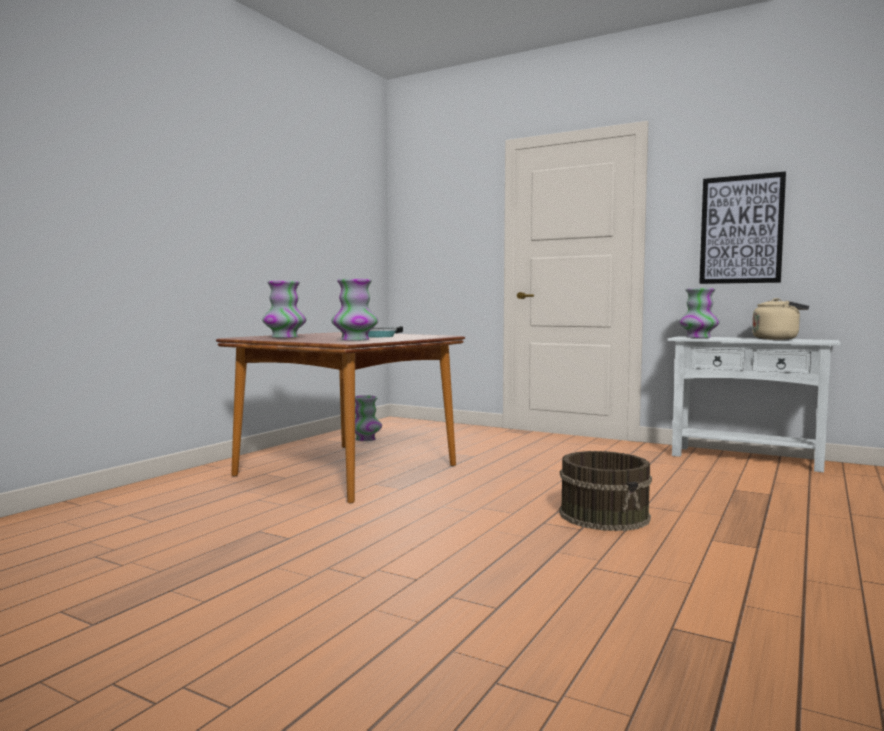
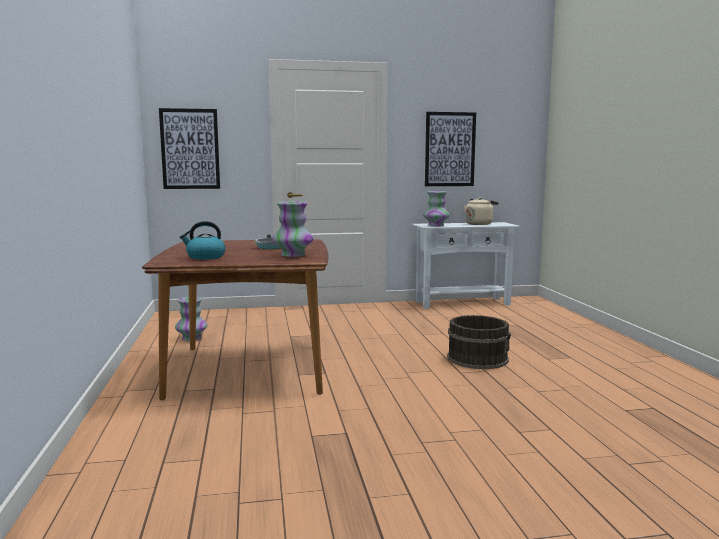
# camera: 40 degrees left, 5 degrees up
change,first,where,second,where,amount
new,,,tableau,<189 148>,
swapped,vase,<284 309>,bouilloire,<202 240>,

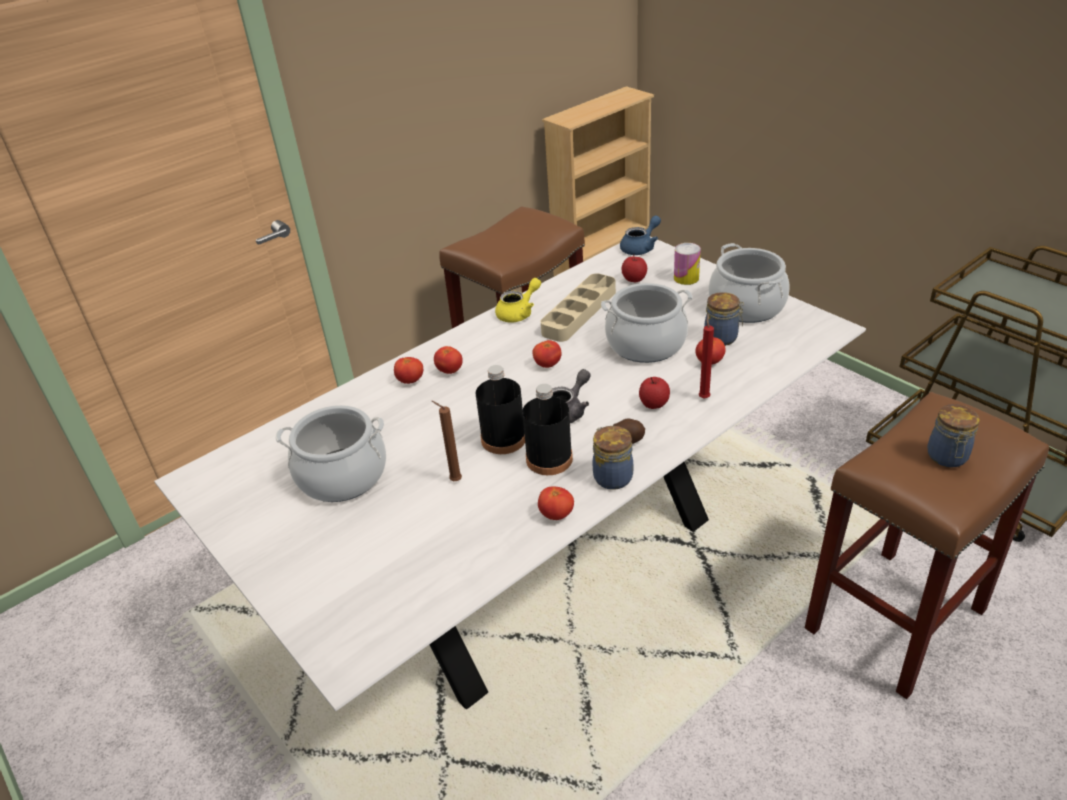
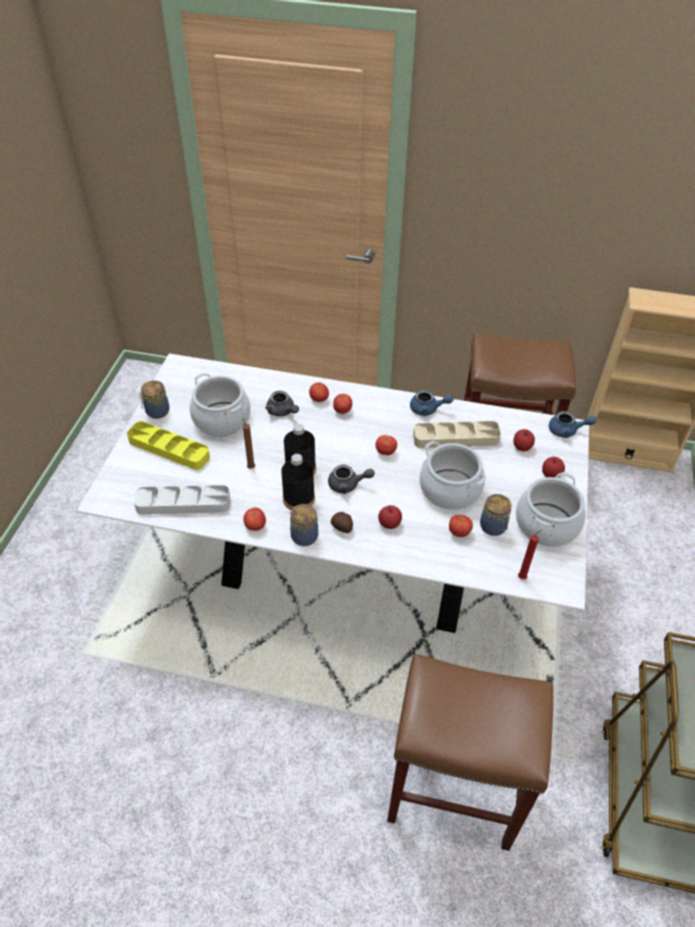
# camera: 50 degrees right, 10 degrees up
change,first,where,second,where,amount
new,,,plateau (jaune),<168 445>,
new,,,plateau (gris),<182 499>,
new,,,théière (gris),<282 404>,
shifted,bougie (rouge),<706 356>,,<530 554>,
shifted,bocal,<953 436>,,<154 400>,
swapped,boîte métallique,<687 264>,pomme,<553 467>,
repainted,théière (jaune),<518 300>,théière (bleu),<432 403>,

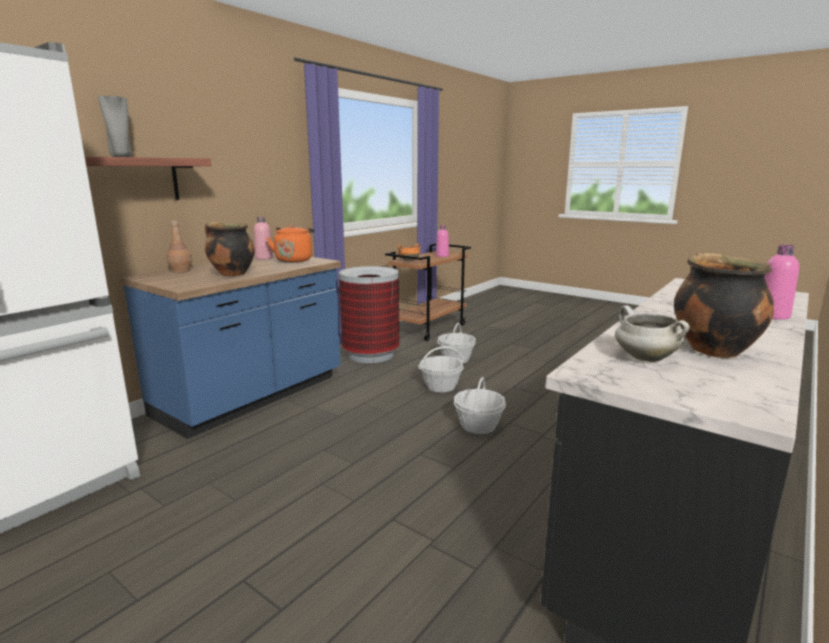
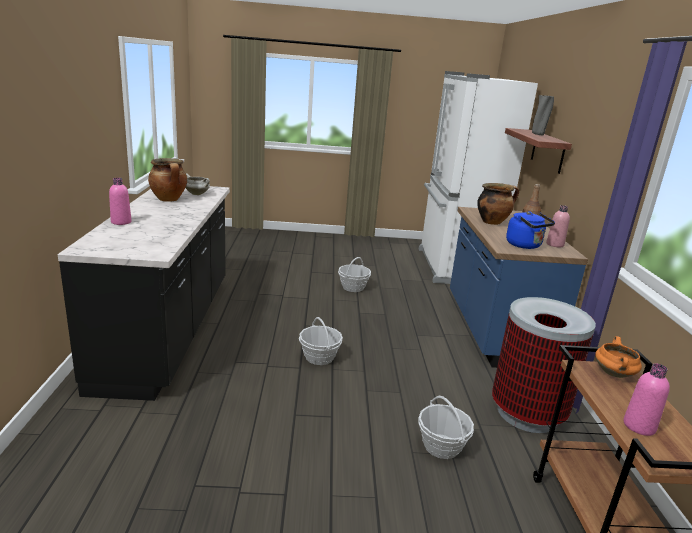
# camera: 140 degrees right, 5 degrees up
change,first,where,second,where,amount
shifted,panier,<441 369>,,<354 274>,
repainted,bouilloire (orange),<291 244>,bouilloire (bleu),<530 230>,

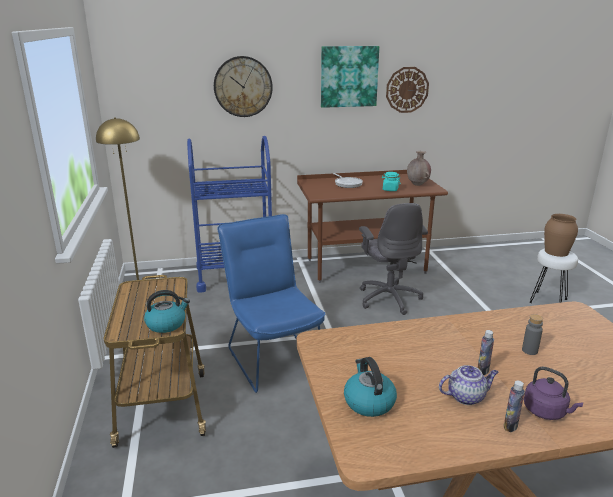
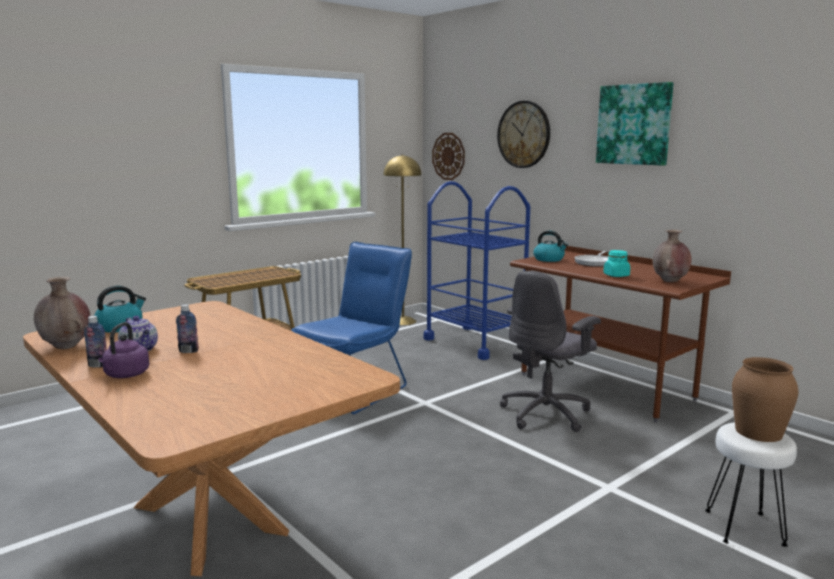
# camera: 60 degrees right, 10 degrees down
change,first,where,second,where,amount
gone,bouteille (gris),<532 334>,,,
new,,,vase (marron),<62 313>,
shifted,bouilloire,<167 311>,,<551 246>,
shifted,horloge murale,<407 90>,,<448 156>,

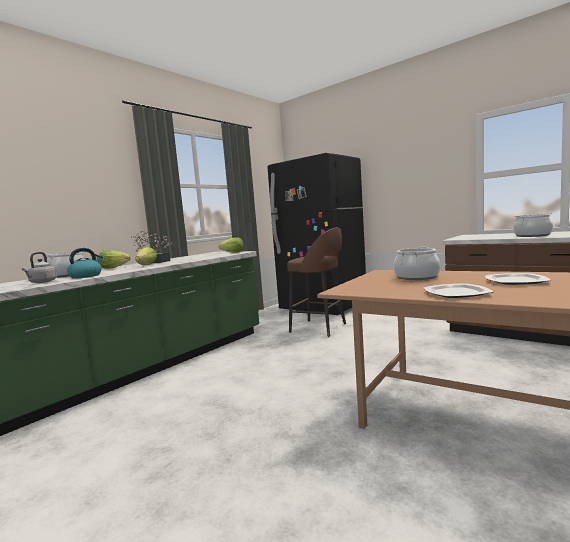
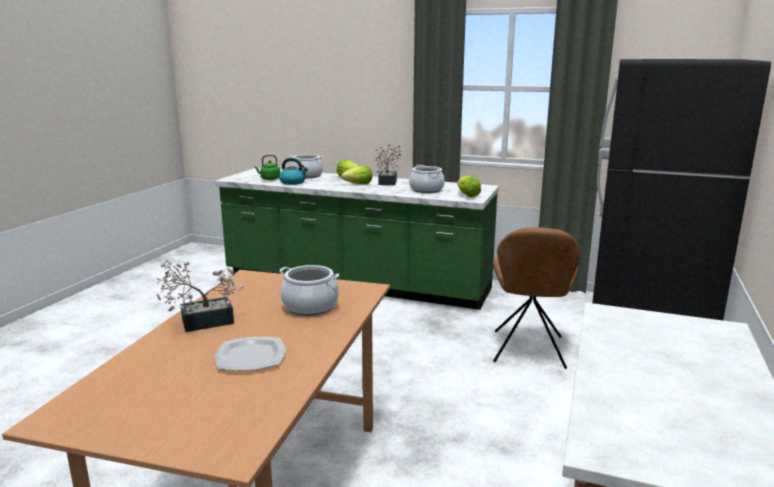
# camera: 70 degrees right, 10 degrees up
change,first,where,second,where,amount
shifted,marmite,<533 225>,,<426 179>,
swapped,tabouret (marron),<316 282>,chaise (marron),<537 298>,
swapped,assiette,<458 290>,plante en pot,<199 296>,
repainted,bouilloire (gris),<39 267>,bouilloire (vert),<267 167>,

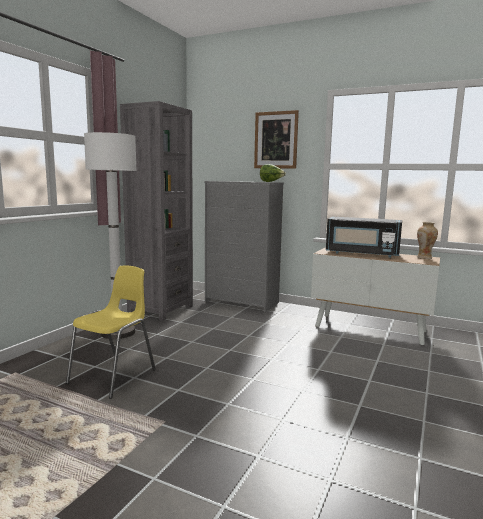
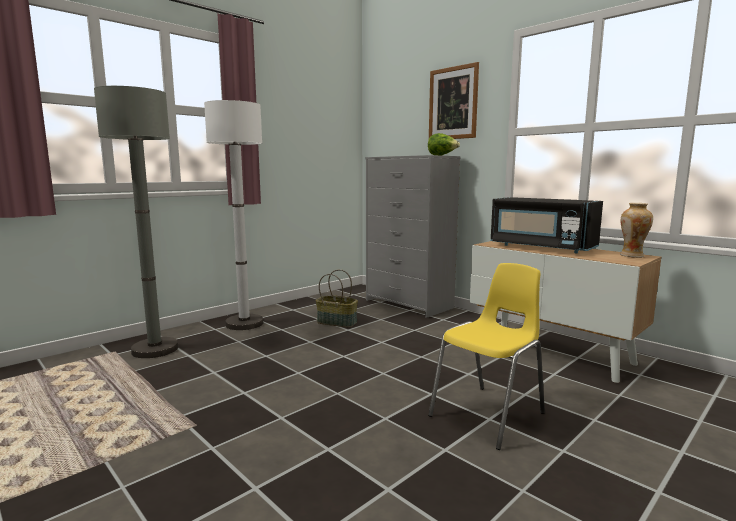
# camera: 20 degrees right, 0 degrees up
change,first,where,second,where,amount
gone,bibliothèque (gris),<156 211>,,,
new,,,lampadaire (gris),<136 222>,
new,,,panier,<337 298>,
shifted,chaise (jaune),<111 332>,,<486 356>,

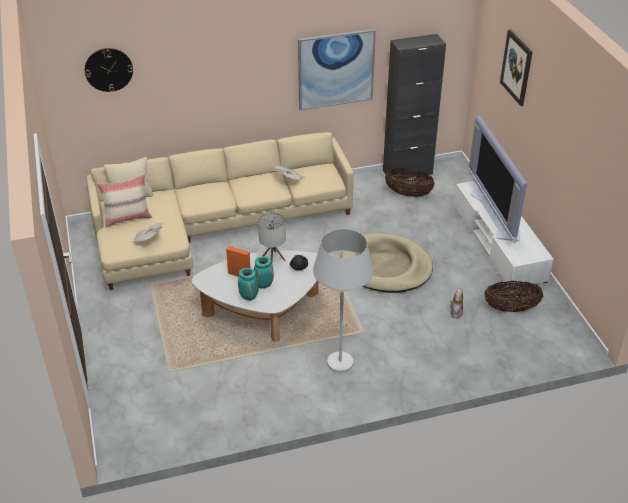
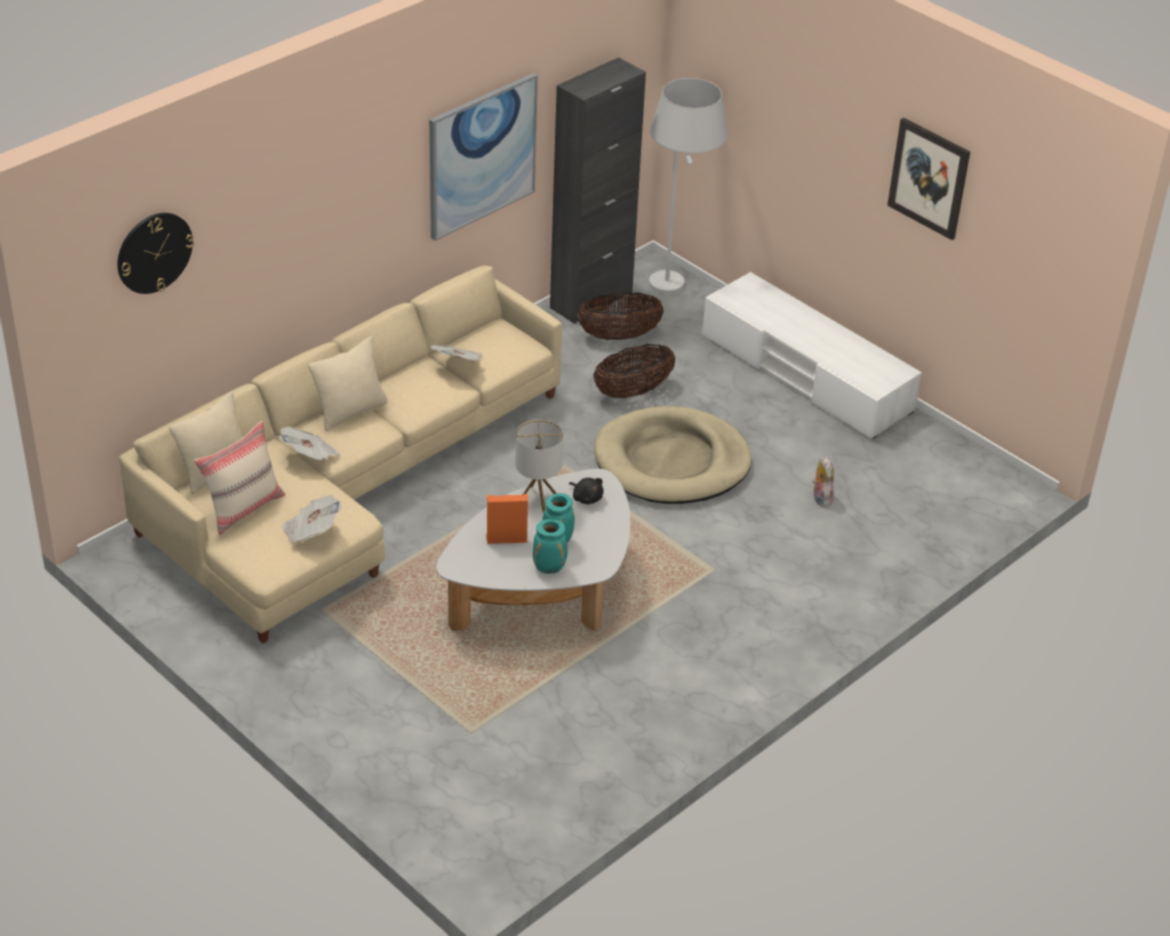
# camera: 30 degrees left, 0 degrees up
change,first,where,second,where,amount
gone,téléviseur,<497 179>,,,
new,,,journal,<309 443>,
new,,,coussin (beige),<348 383>,
shifted,lampadaire (blanc),<343 301>,,<688 186>,
shifted,panier,<513 296>,,<634 371>,
shifted,tableau,<516 68>,,<928 179>,

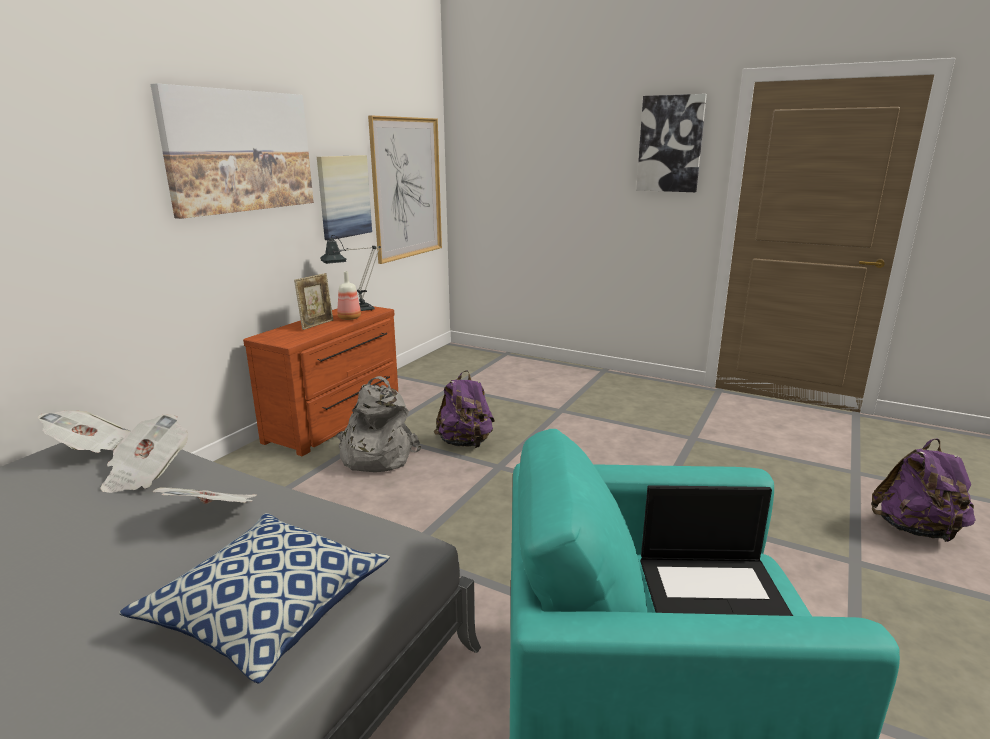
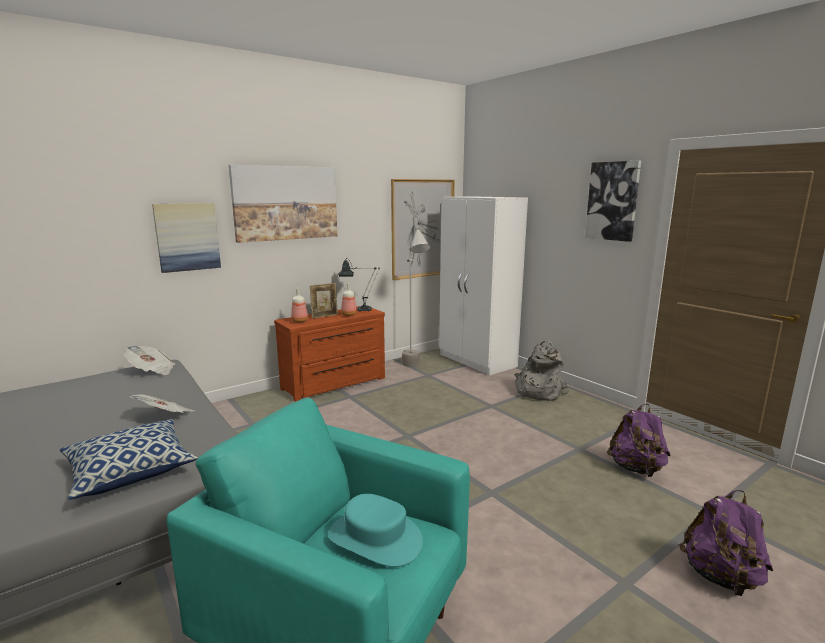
# camera: 25 degrees right, 5 degrees down
change,first,where,second,where,amount
gone,journal,<144 453>,,,
new,,,bouteille,<299 305>,
new,,,lampadaire (gris),<416 297>,
new,,,armoire (blanc),<483 286>,
shifted,tableau,<344 197>,,<186 238>,
shifted,sac à dos (gris),<379 424>,,<542 370>,
shifted,sac à dos (violet),<464 409>,,<639 440>,
swapped,ordinateur portable,<717 550>,chapeau (turquoise),<375 530>,

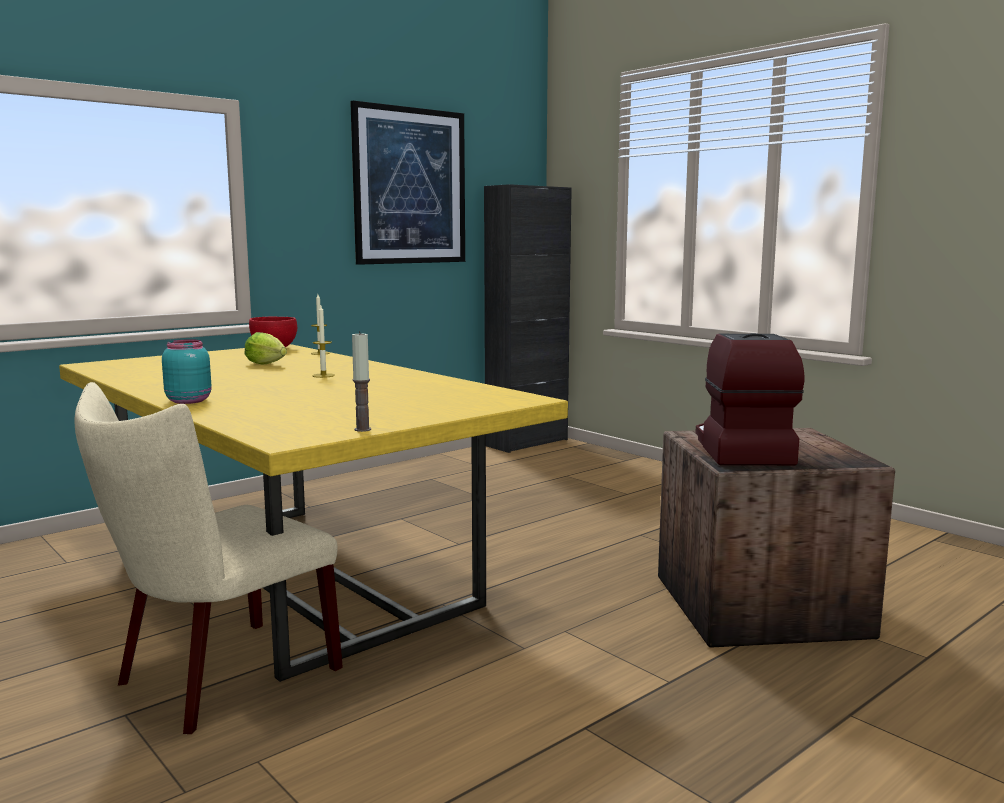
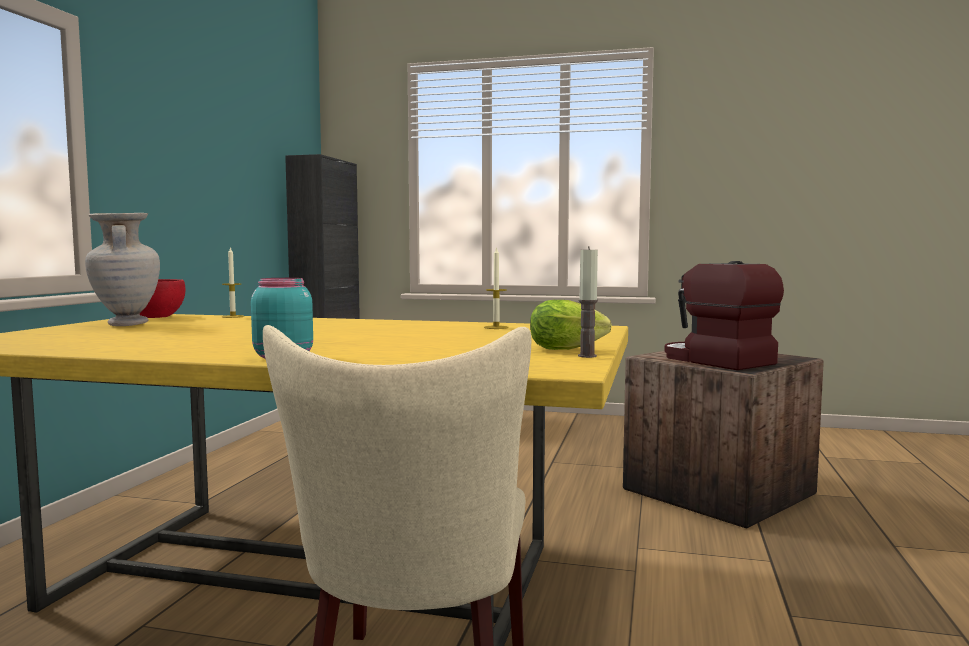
# camera: 35 degrees left, 5 degrees down
change,first,where,second,where,amount
gone,tableau,<407 182>,,,
new,,,vase (beige),<122 269>,
shifted,laitue,<266 348>,,<571 325>,
shifted,bougie,<324 341>,,<496 287>,

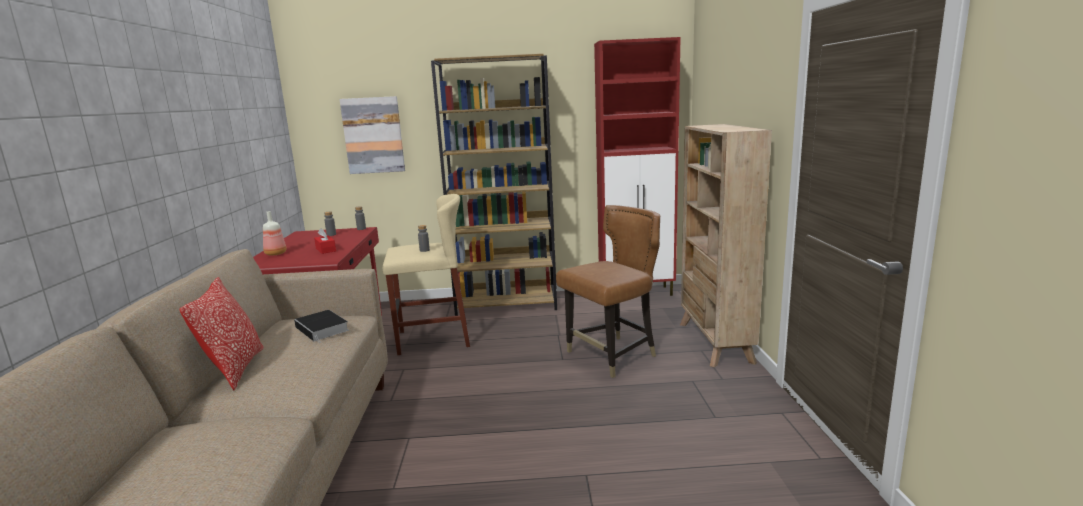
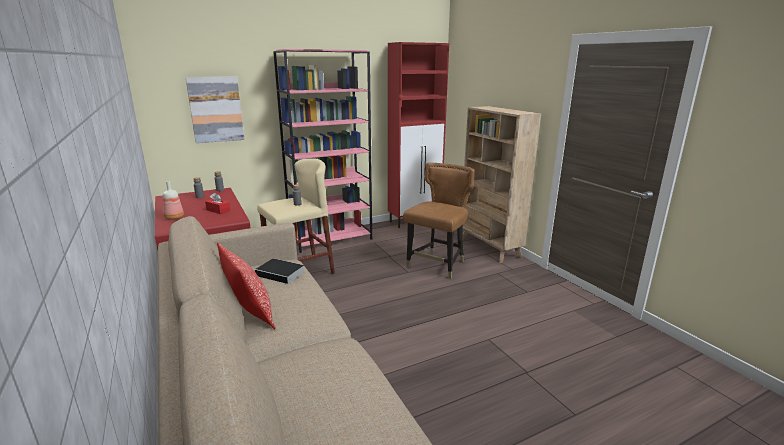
# camera: 25 degrees left, 5 degrees up
change,first,where,second,where,amount
repainted,bibliothèque (marron),<494 185>,bibliothèque (rose),<322 151>,

